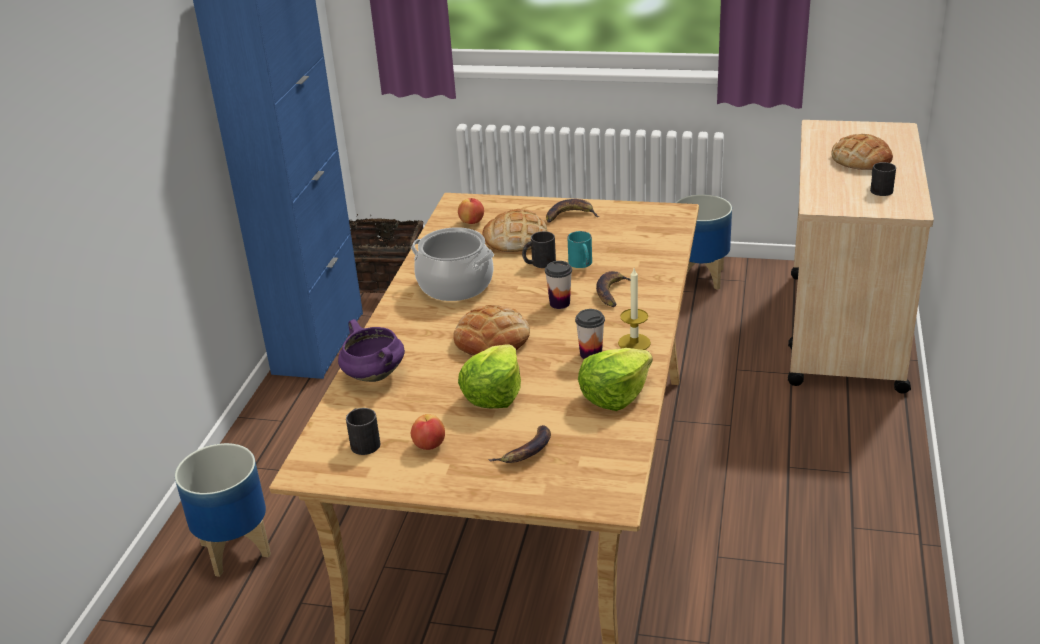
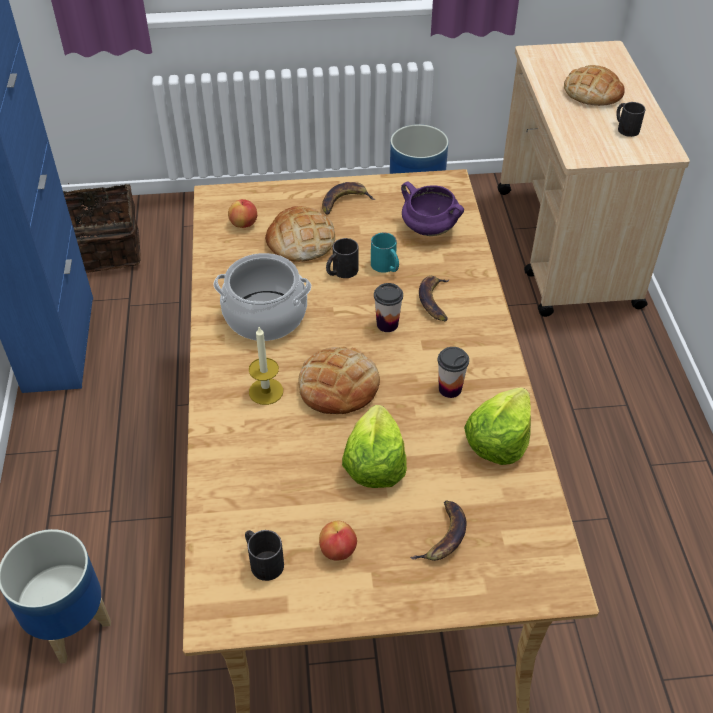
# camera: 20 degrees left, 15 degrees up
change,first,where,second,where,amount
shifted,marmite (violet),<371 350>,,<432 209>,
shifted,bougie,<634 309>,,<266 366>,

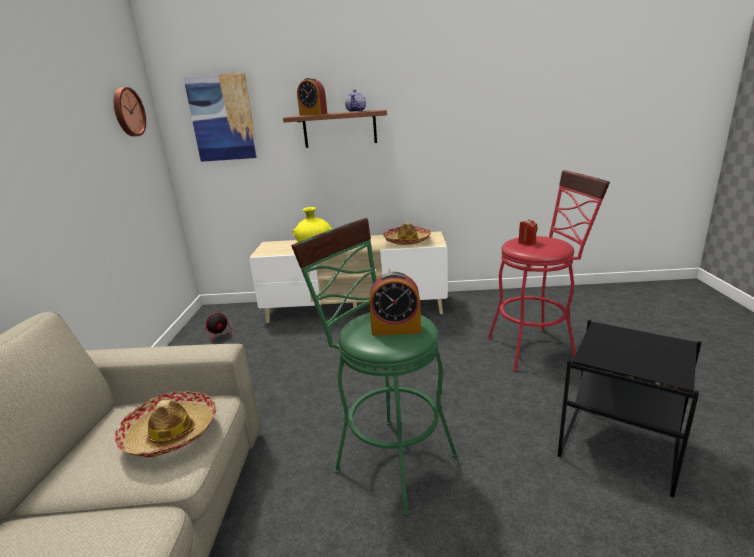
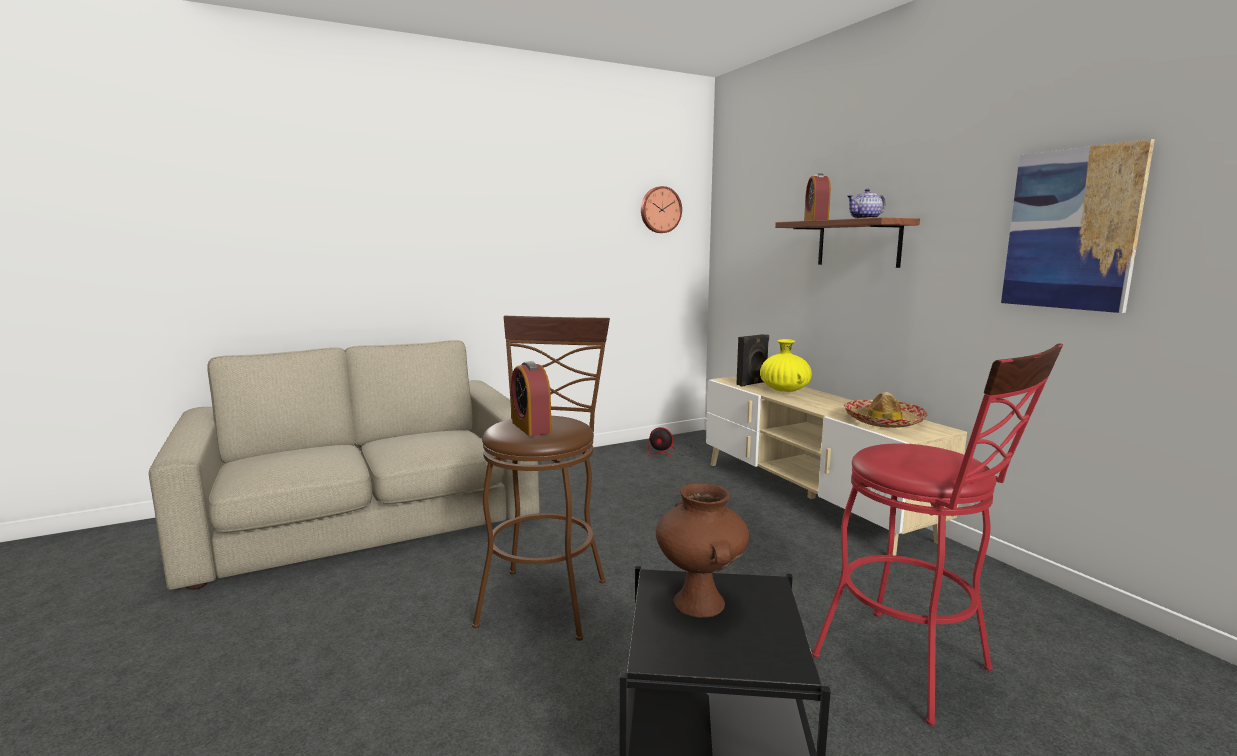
# camera: 60 degrees right, 10 degrees down
change,first,where,second,where,amount
gone,chapeau,<165 424>,,,
gone,bougie (rouge),<528 232>,,,
new,,,vase (marron),<702 550>,
new,,,enceinte (noir),<752 360>,
shifted,tableau,<221 117>,,<1078 226>,
repainted,tabouret (vert),<374 367>,tabouret (marron),<541 478>,

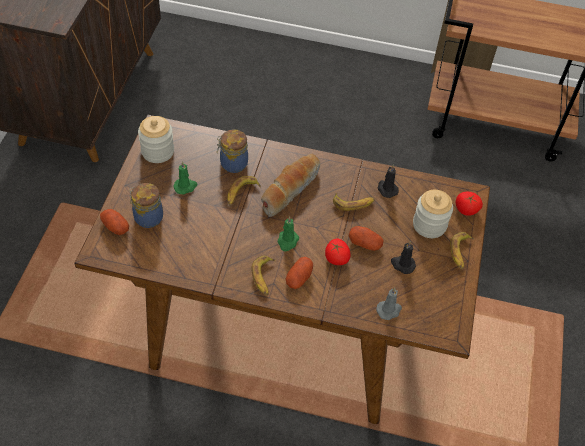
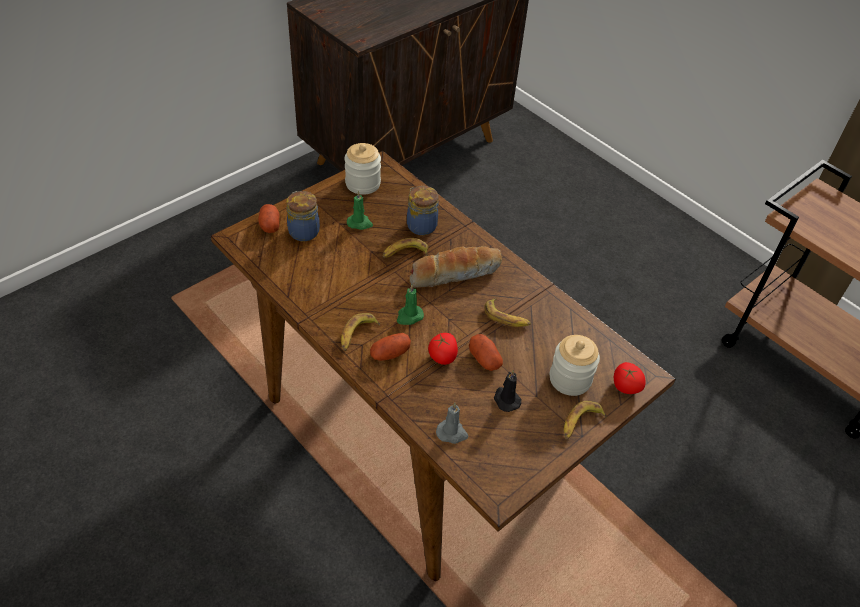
# camera: 35 degrees right, 5 degrees down
change,first,where,second,where,amount
gone,bougie (noir),<388 181>,,,

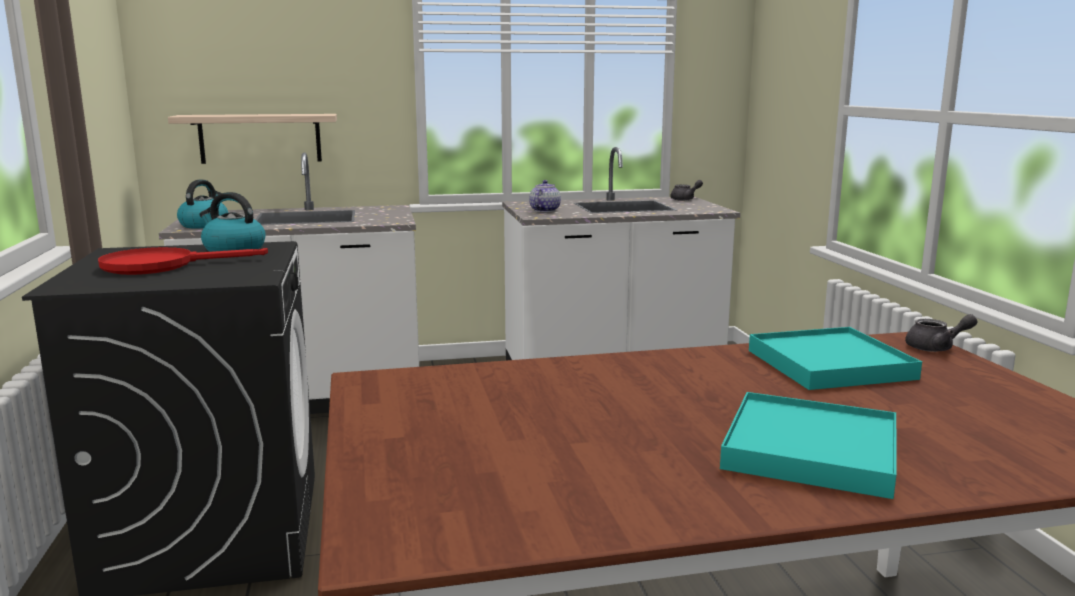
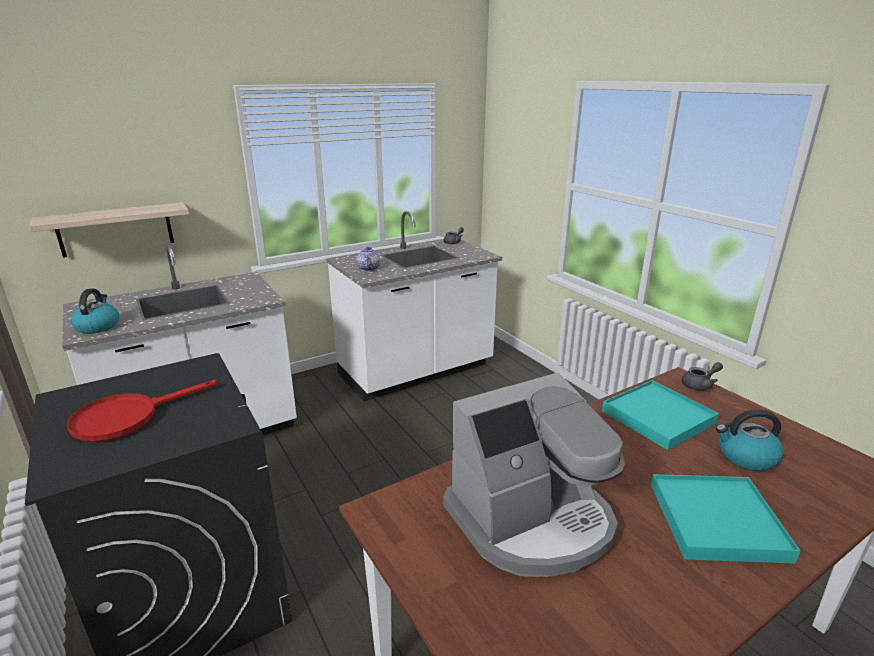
# camera: 20 degrees left, 10 degrees up
change,first,where,second,where,amount
new,,,machine à café,<534 474>,
shifted,bouilloire,<232 222>,,<750 440>,

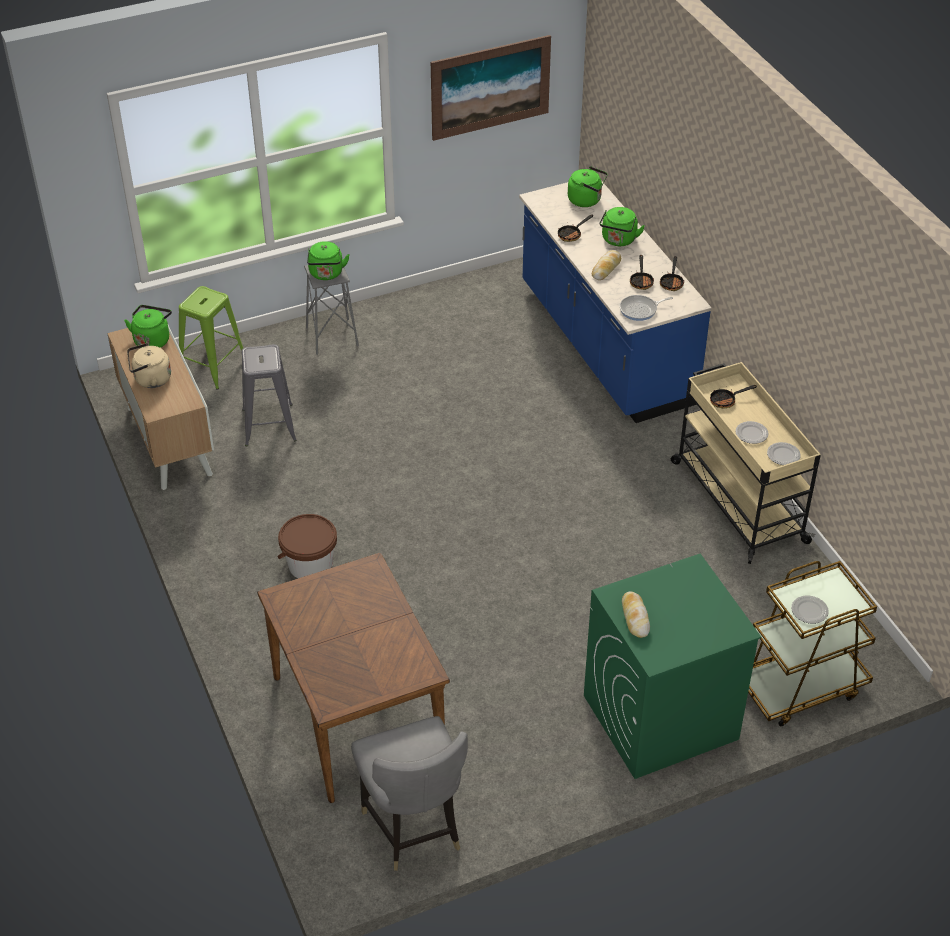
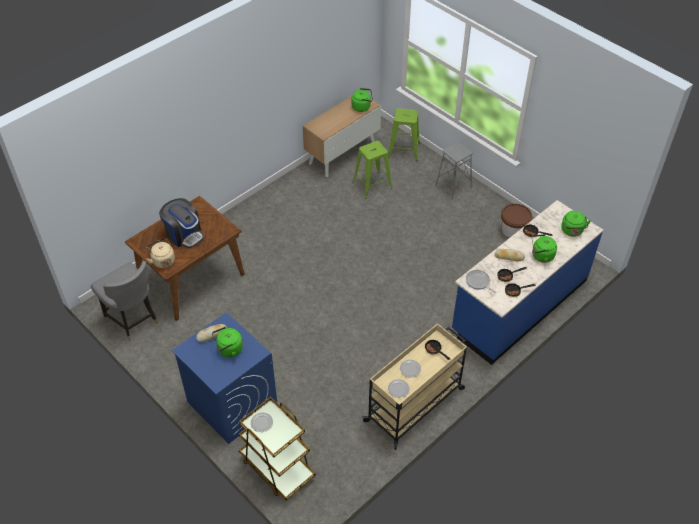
# camera: 70 degrees right, 5 degrees up
change,first,where,second,where,amount
gone,tableau,<491 88>,,,
new,,,machine à café,<181 223>,
shifted,bouilloire (beige),<149 365>,,<160 253>,
shifted,seau (marron),<307 546>,,<516 221>,
shifted,bouilloire (vert),<328 260>,,<227 342>,
repainted,tabouret (gris),<269 395>,tabouret (vert),<372 170>,
repainted,lave-linge (vert),<672 666>,lave-linge (bleu),<224 378>,
rotated,chaise (gris),<409 793>,,<124 301>,90 degrees counterclockwise

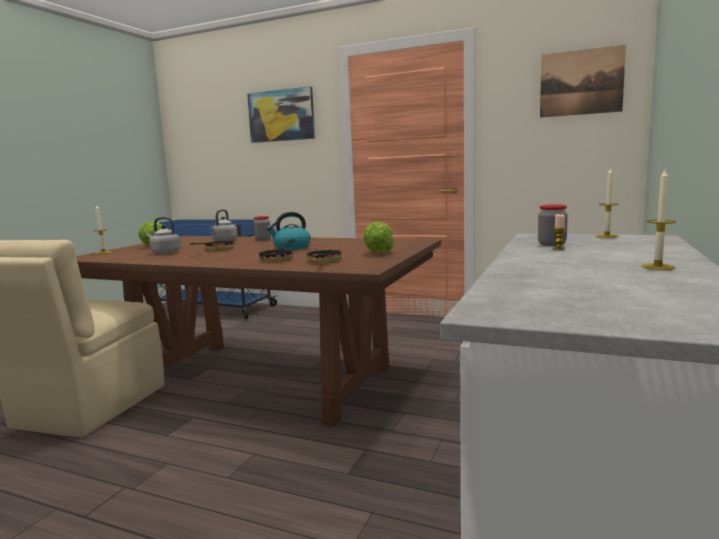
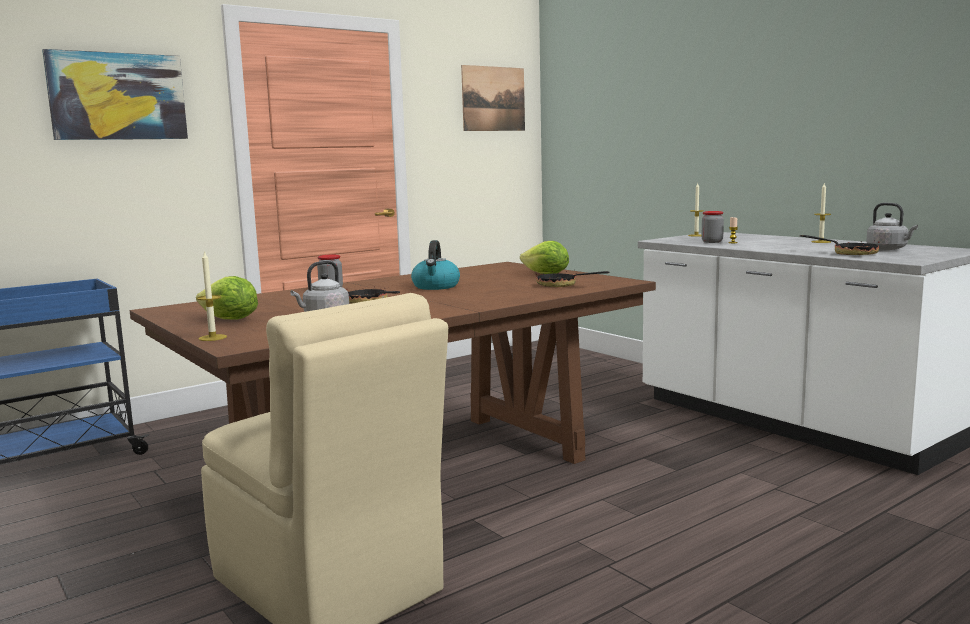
# camera: 60 degrees left, 0 degrees up
change,first,where,second,where,amount
shifted,bouilloire (gris),<223 225>,,<892 226>,
shifted,poêle,<276 250>,,<840 245>,

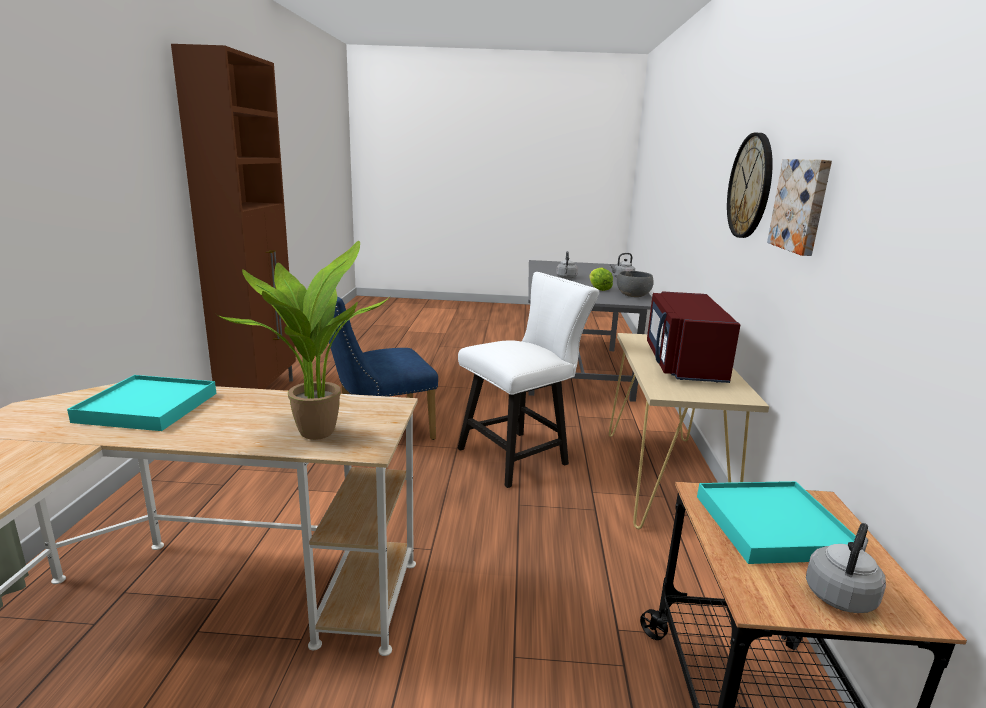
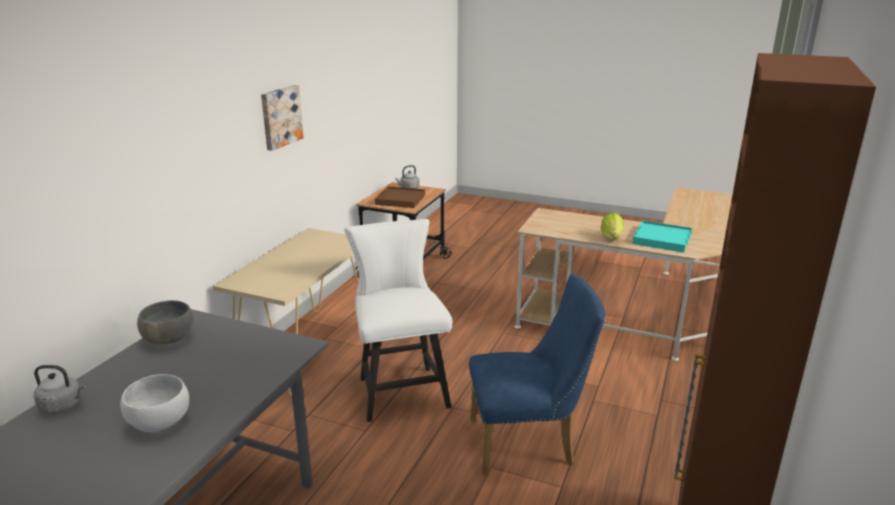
# camera: 160 degrees left, 5 degrees up
change,first,where,second,where,amount
gone,plante en pot,<302 340>,,,
gone,micro-ondes (rouge),<693 337>,,,
gone,horloge murale,<750 185>,,,
shifted,laitue,<601 279>,,<612 226>,
swapped,bouilloire (gris),<567 265>,bol (blanc),<154 403>,
repainted,plateau (turquoise),<776 522>,plateau (marron),<400 197>,
rotated,chaise (blanc),<528 380>,,<398 320>,90 degrees clockwise

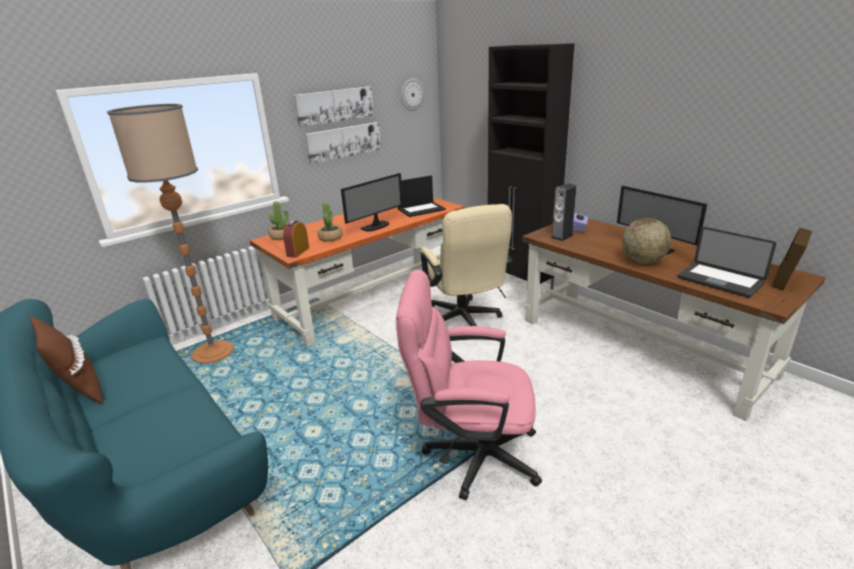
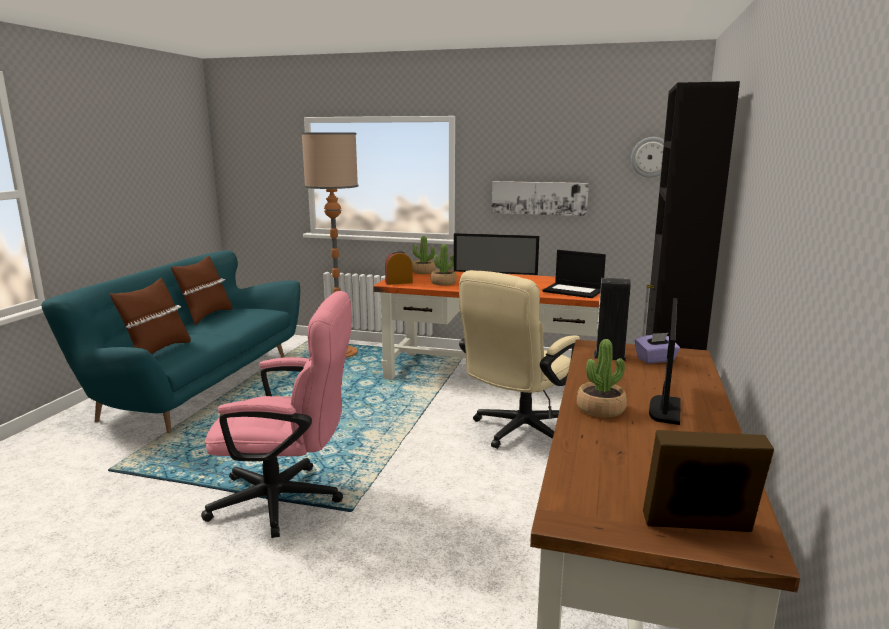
# camera: 55 degrees right, 10 degrees down
change,first,where,second,where,amount
gone,tableau,<334 106>,,,
gone,ordinateur portable,<727 262>,,,
new,,,coussin (marron),<150 316>,
swapped,globe,<646 241>,plante en pot,<601 378>,
rotated,chaise de bureau (rose),<469 385>,,<276 414>,120 degrees clockwise

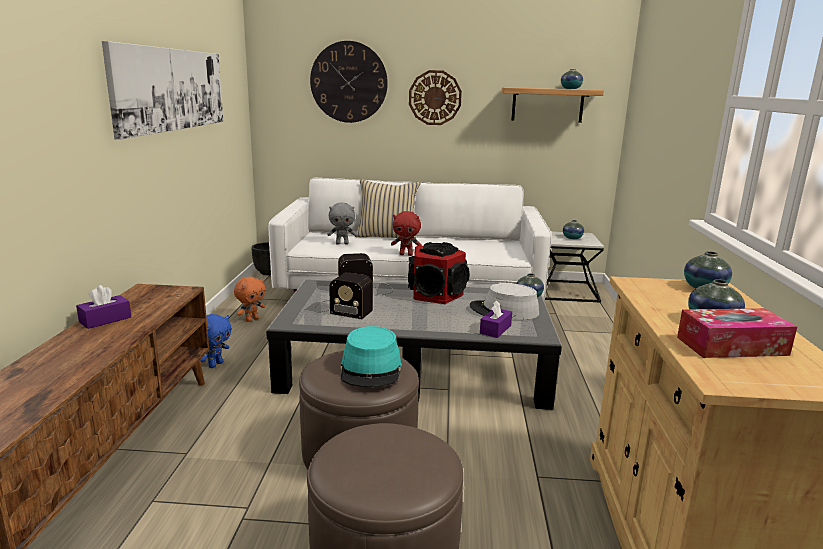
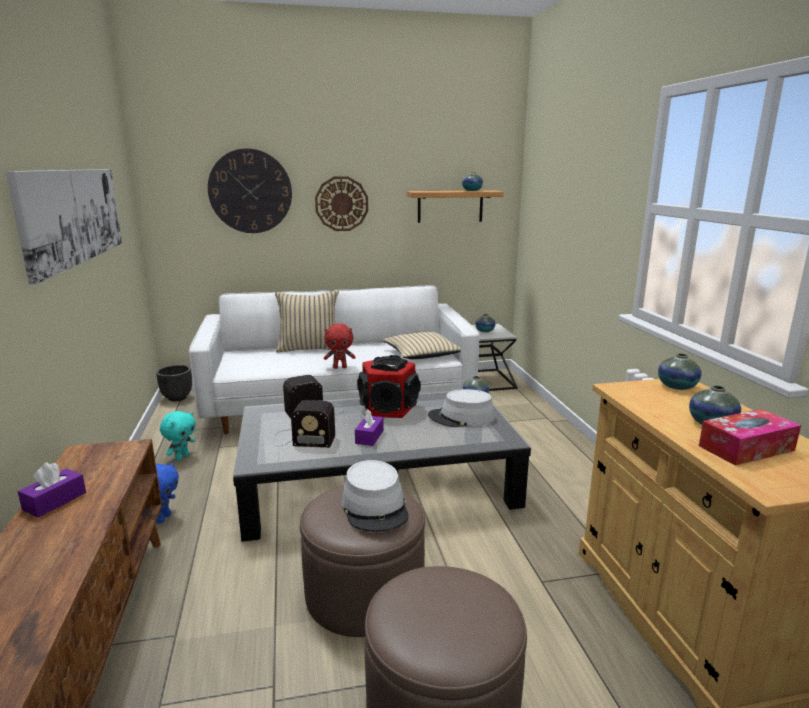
# camera: 15 degrees left, 0 degrees up
change,first,where,second,where,amount
gone,peluche (gris),<342 224>,,,
new,,,coussin (beige),<421 345>,
shifted,boîte à mouchoirs (violet),<496 319>,,<369 427>,
repainted,peluche (orange),<250 299>,peluche (turquoise),<178 435>,
repainted,chapeau (turquoise),<371 357>,chapeau (gris),<375 496>,

